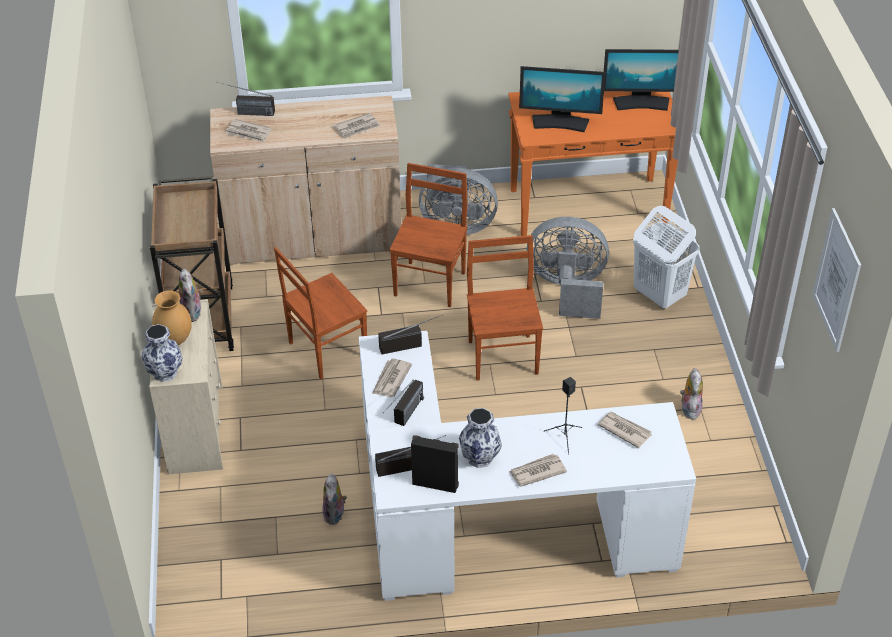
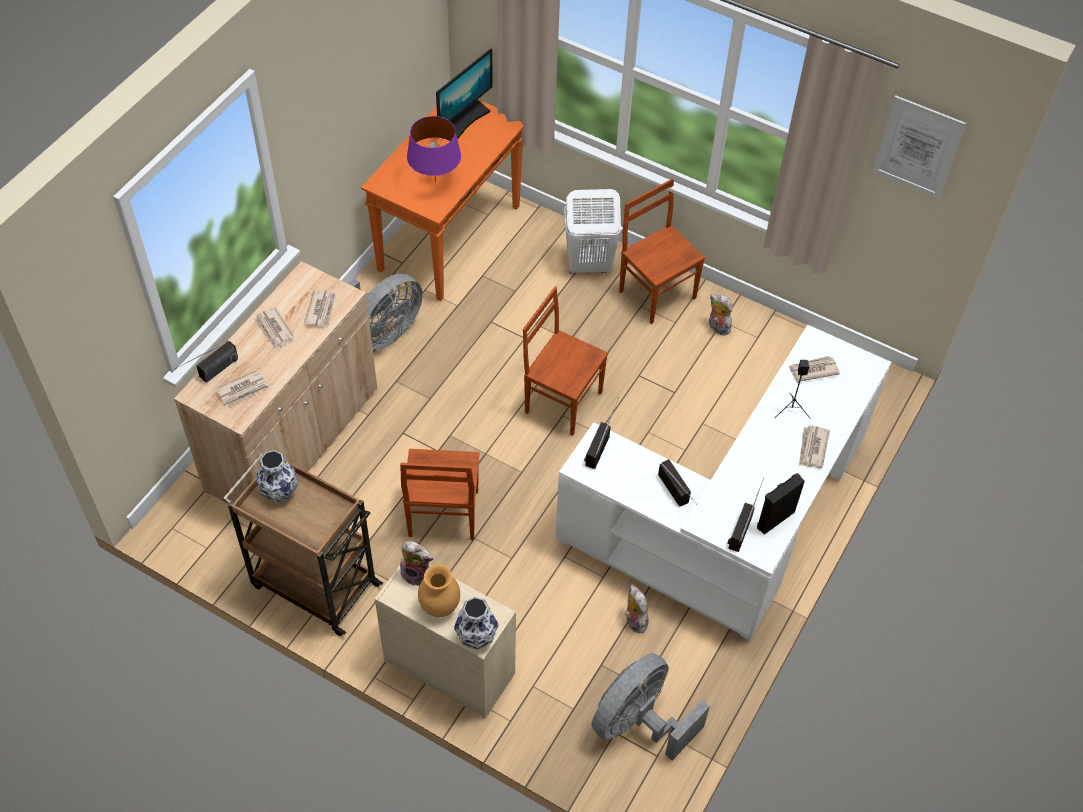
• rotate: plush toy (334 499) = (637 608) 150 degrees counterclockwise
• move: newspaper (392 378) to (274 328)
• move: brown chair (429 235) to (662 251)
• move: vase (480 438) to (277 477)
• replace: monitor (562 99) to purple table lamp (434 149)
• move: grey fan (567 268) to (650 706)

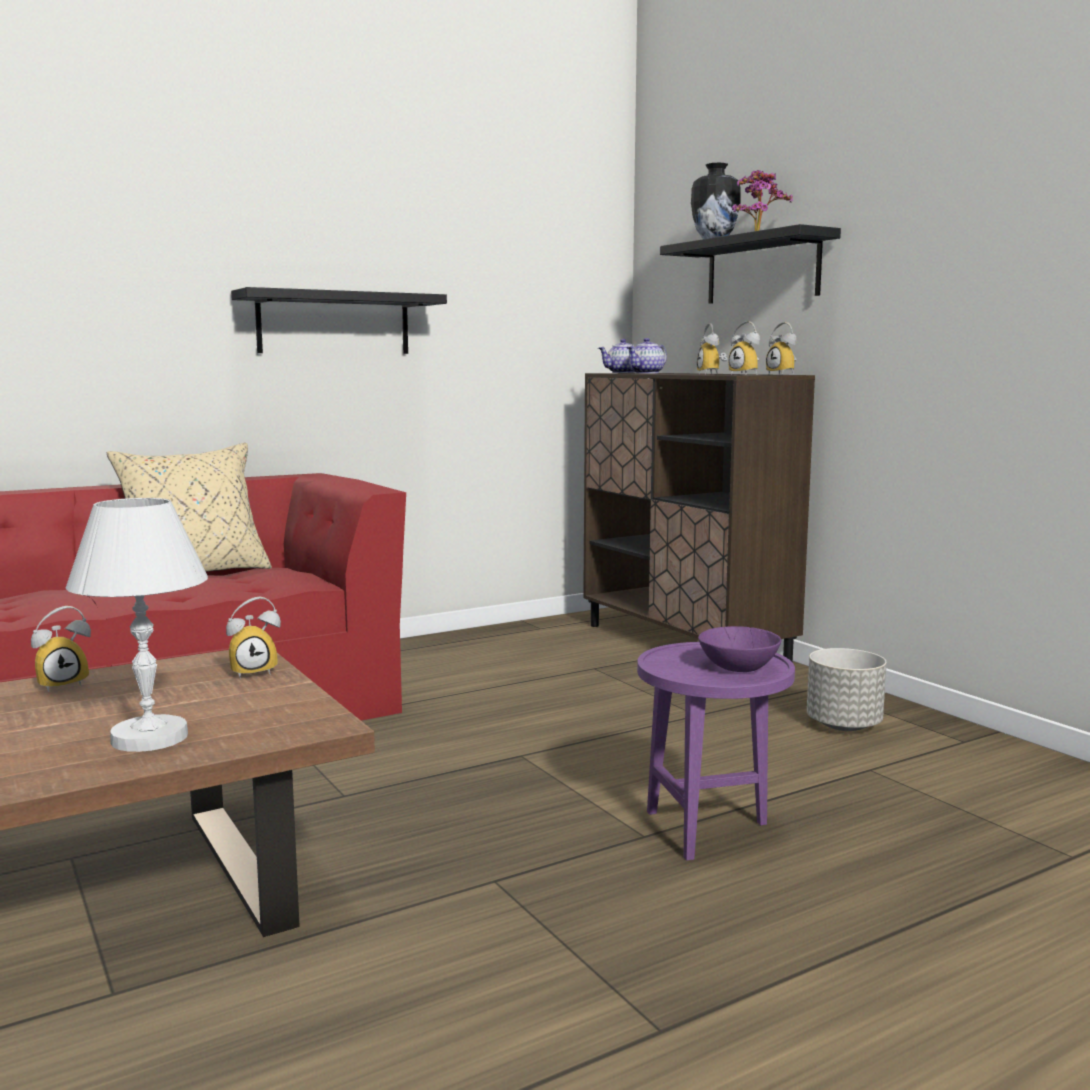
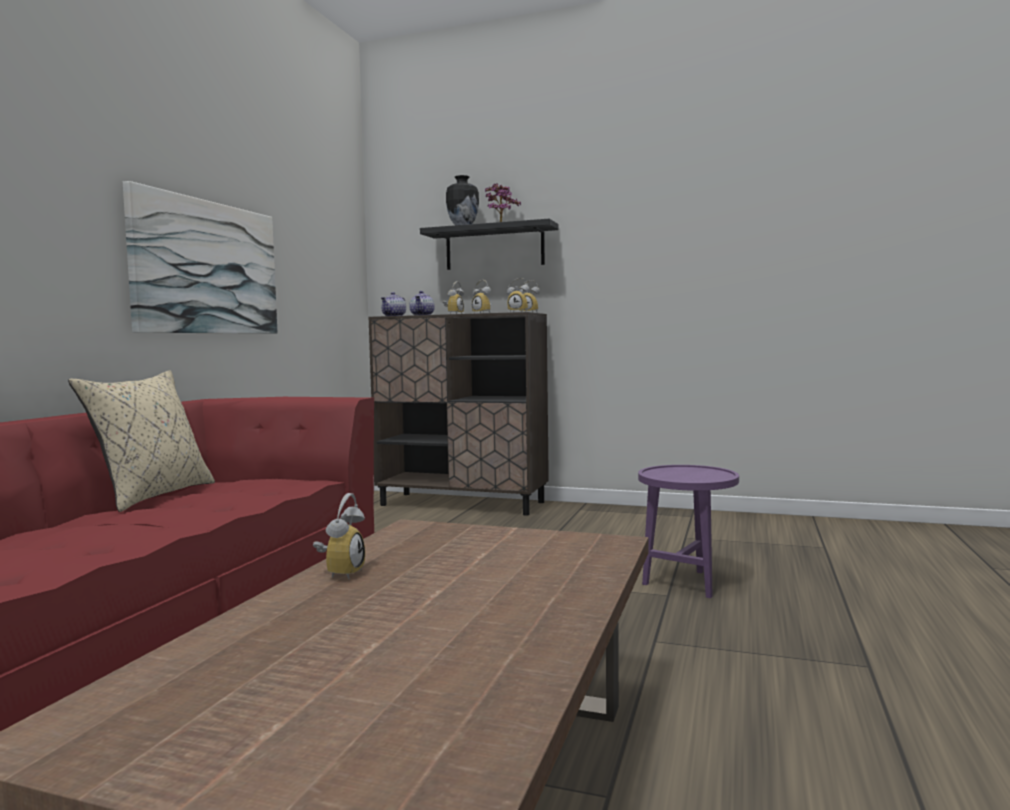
• delete: white table lamp (137 625)
• move: alarm clock (253 637) to (453 297)
• replace: black shelf (339 320) to picture (200 257)
• delete: purple bowl (739 649)
• delete: grey planter (847 689)

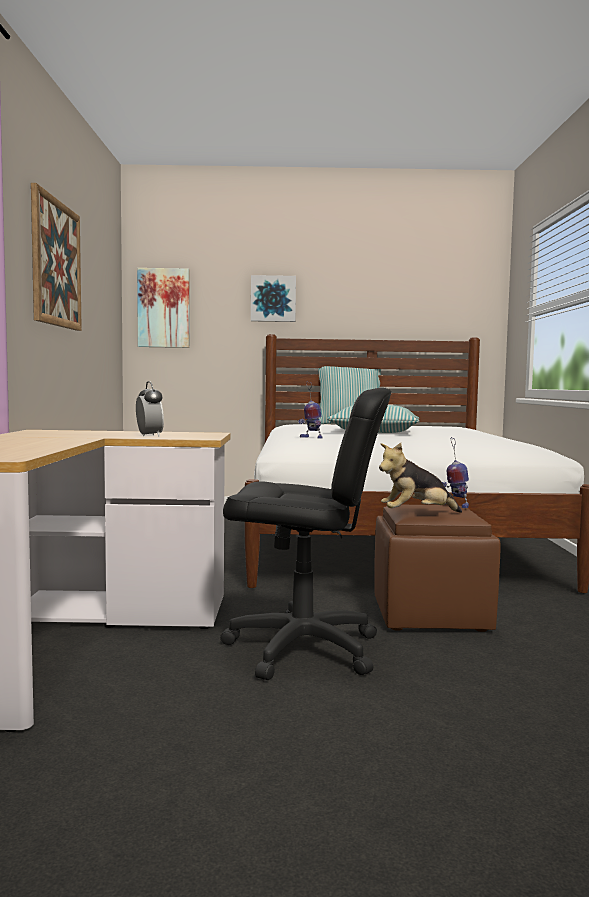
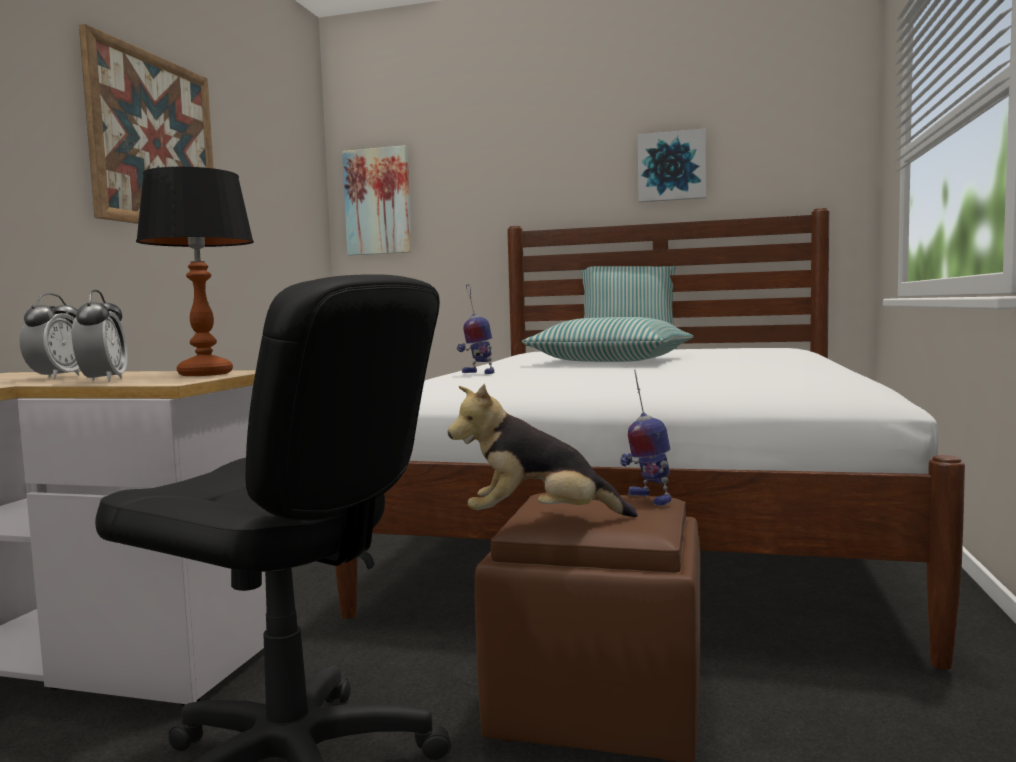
• move: picture (273 298) to (672 165)
• insert: alarm clock (49 336)
• insert: table lamp (195 271)

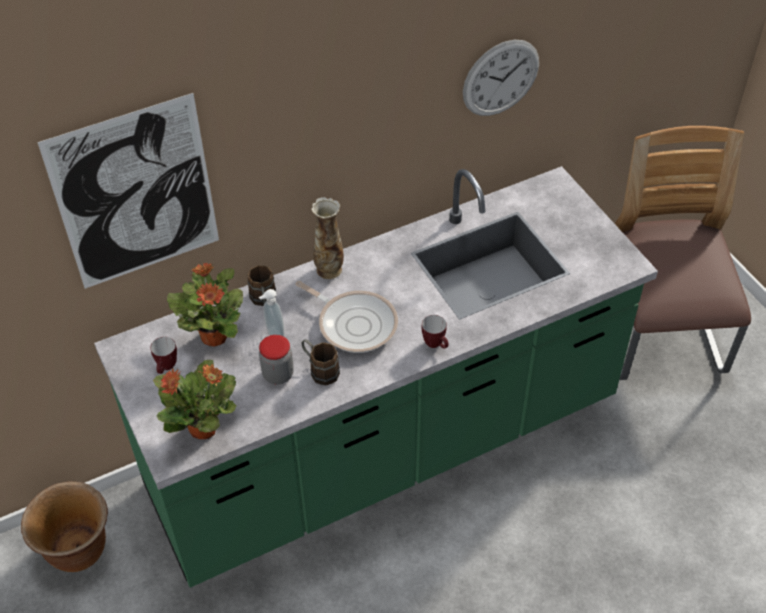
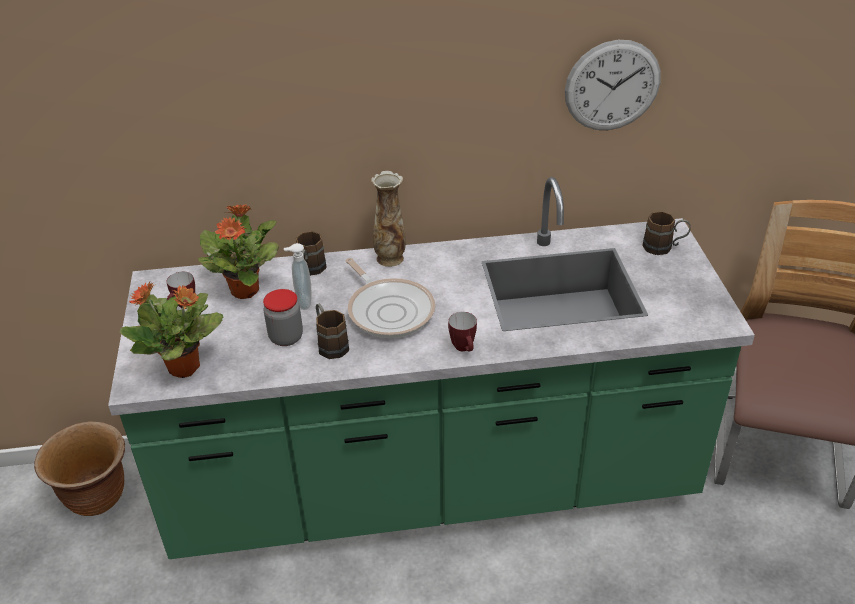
• delete: picture (128 191)
• insert: brown mug (666 233)

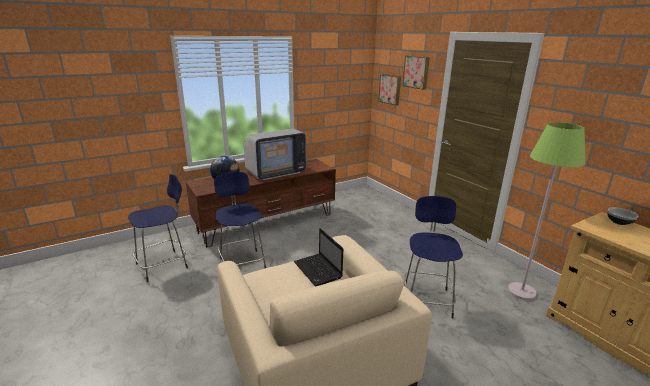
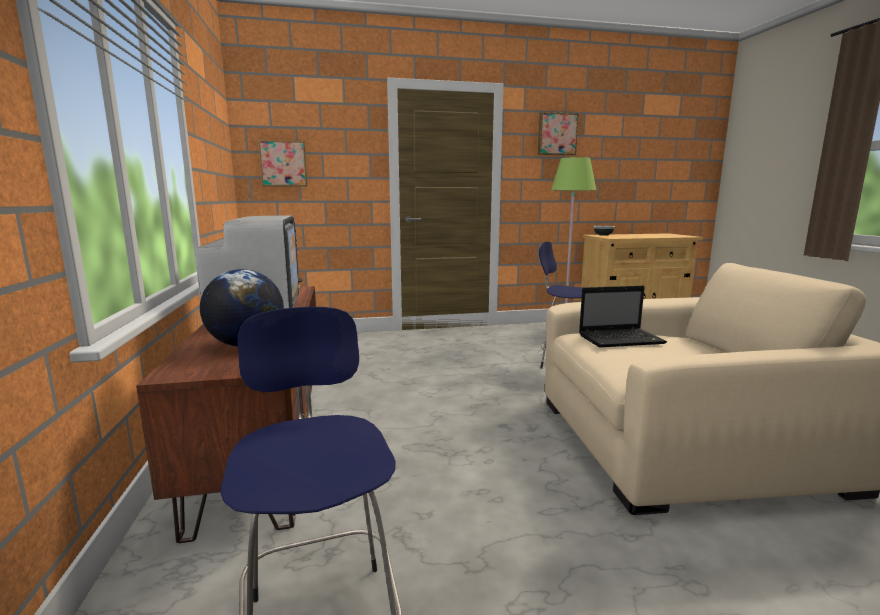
• delete: blue stool (240 220)
• move: picture (416 72) to (558 133)

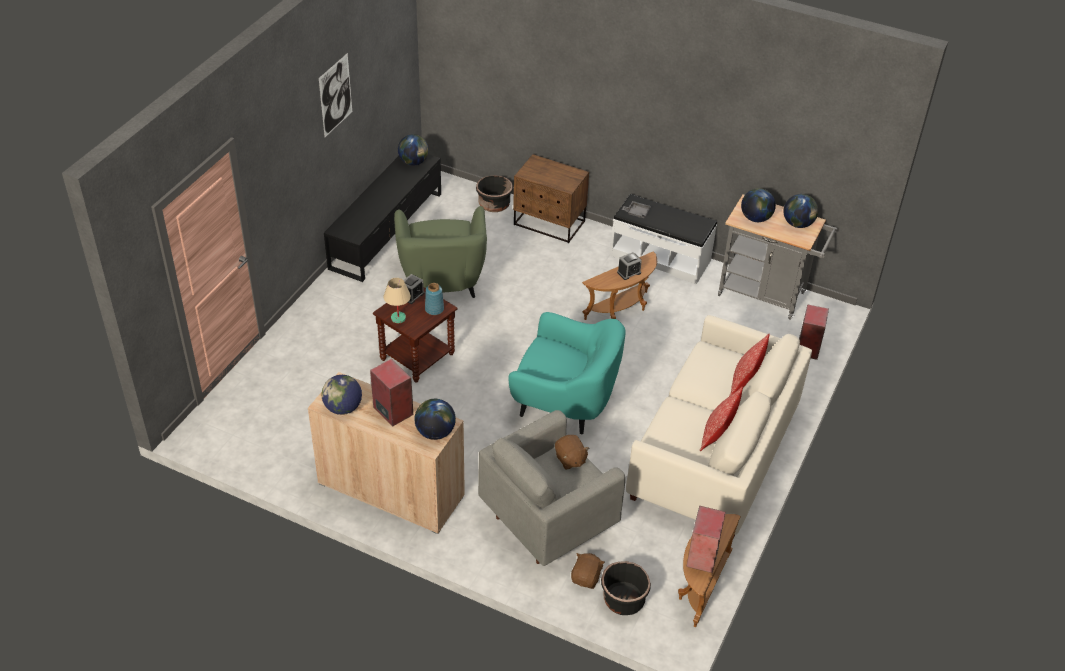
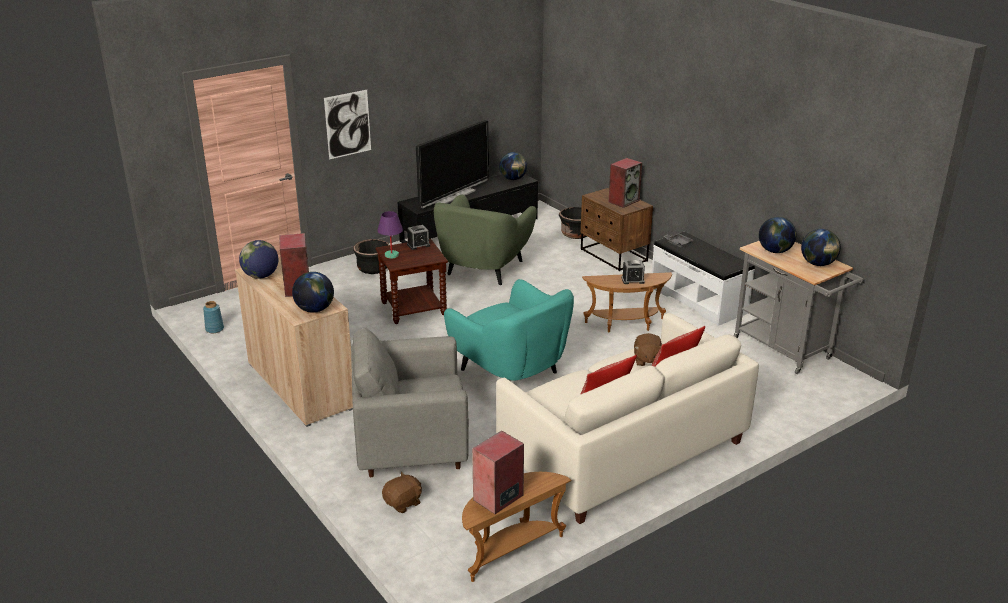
• move: picture (335 95) to (347 124)
• recolor: beige table lamp (397 300) to purple table lamp (390 235)
• move: blue vase (434 299) to (213 317)
• move: brown plush toy (572 452) to (648 349)
• move: black planter (626 588) to (371 256)
• move: speaker (814 332) to (625 183)
• insert: television (452 164)

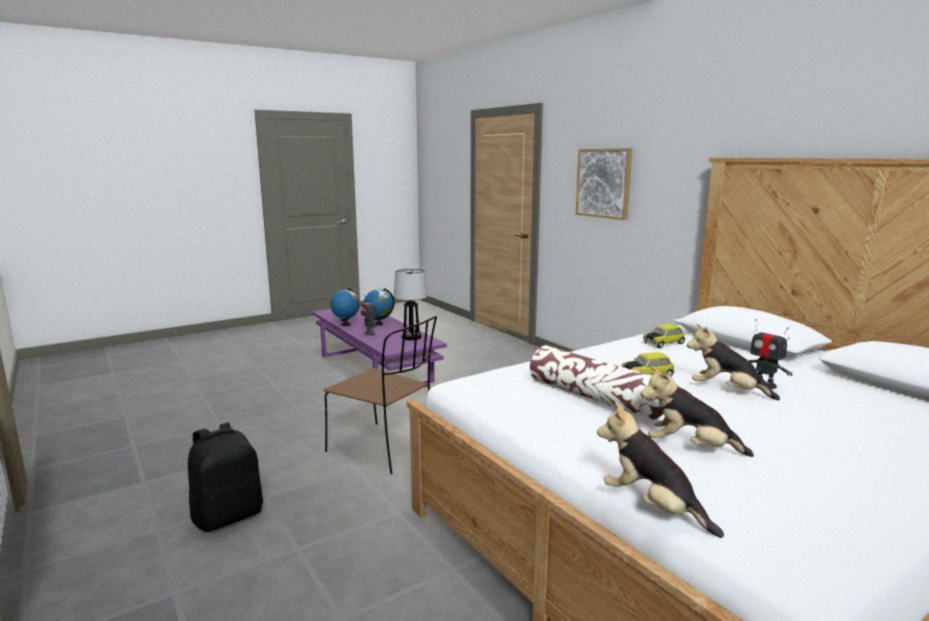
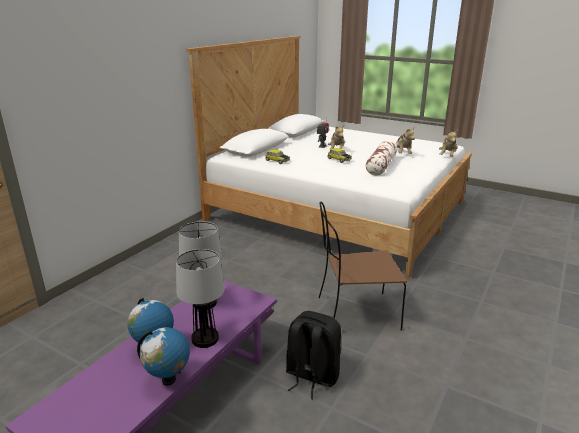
• move: black backpack (225 477) to (313 355)
• rotate: brown chair (380 395) = (363 266) 105 degrees counterclockwise
• replace: toy robot (369 315) to table lamp (200 298)
• delete: picture (604 184)

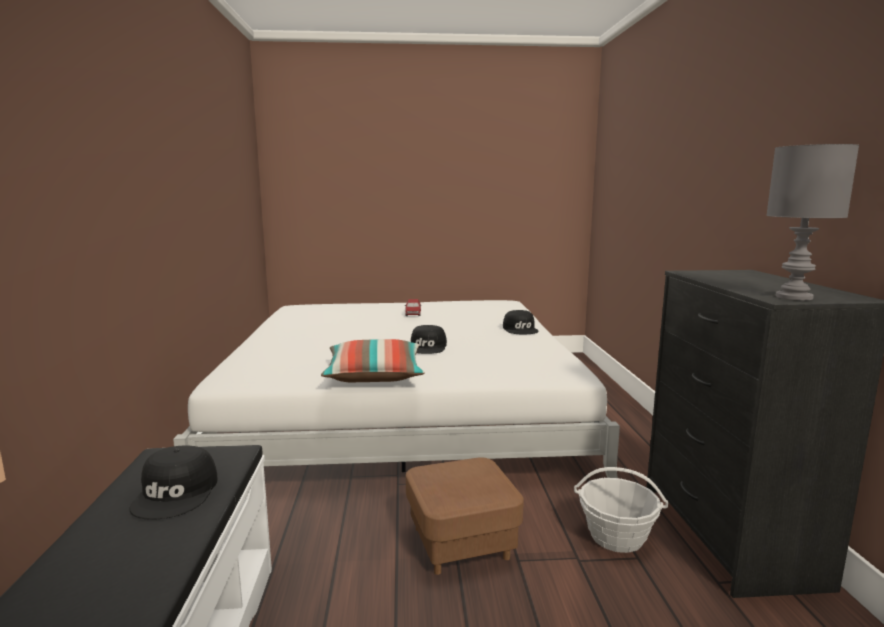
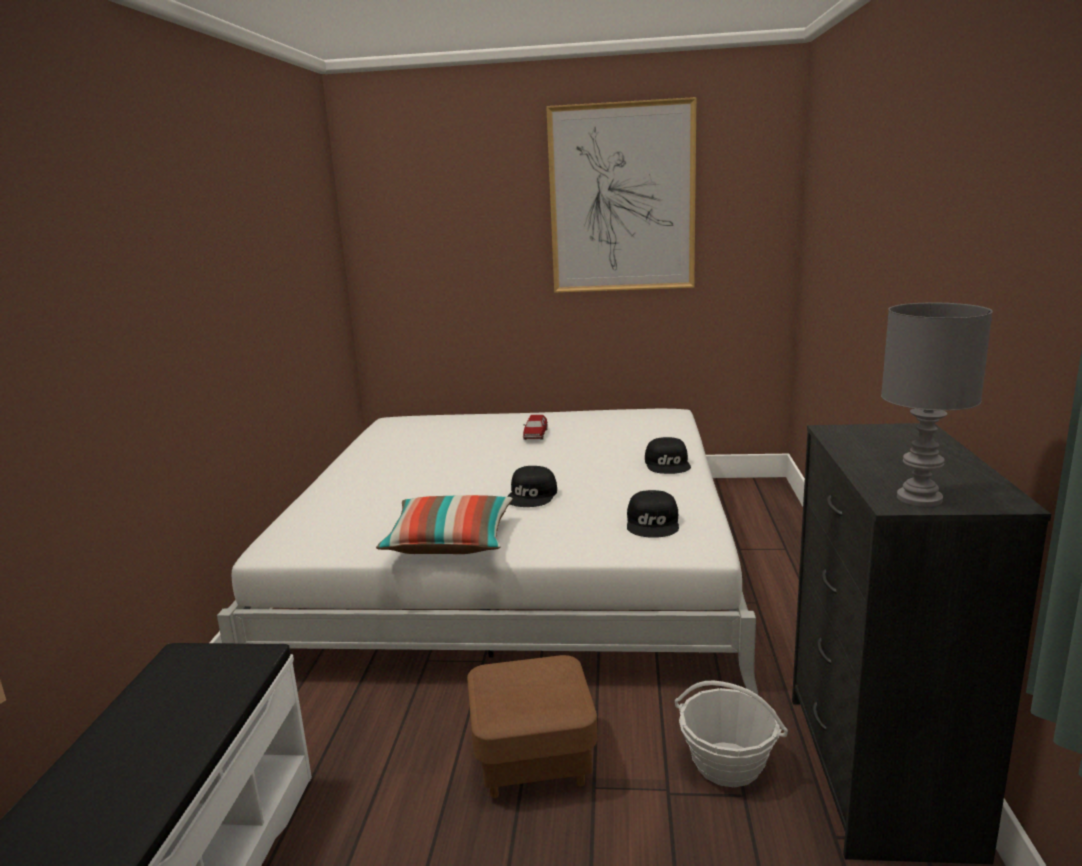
• move: black cap (173 482) to (653 514)
• insert: picture (621 195)

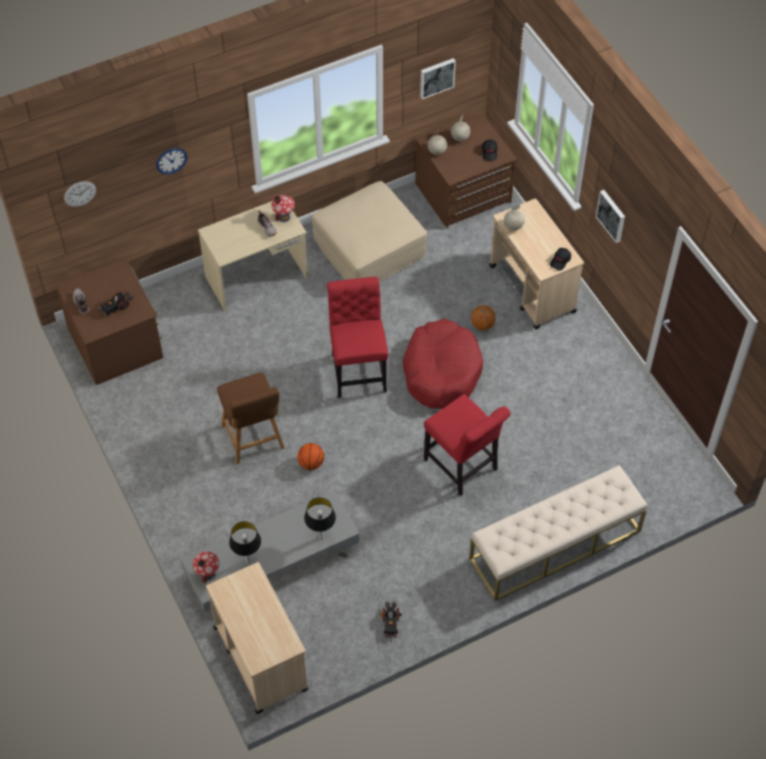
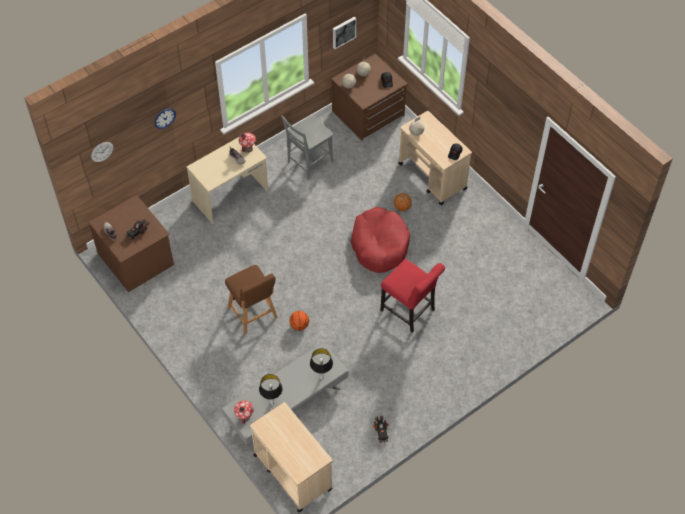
• replace: beige ottoman (369 231) to grey chair (307 147)
• delete: red chair (357 337)
• delete: beige bench (558 533)
• delete: picture (610 216)

